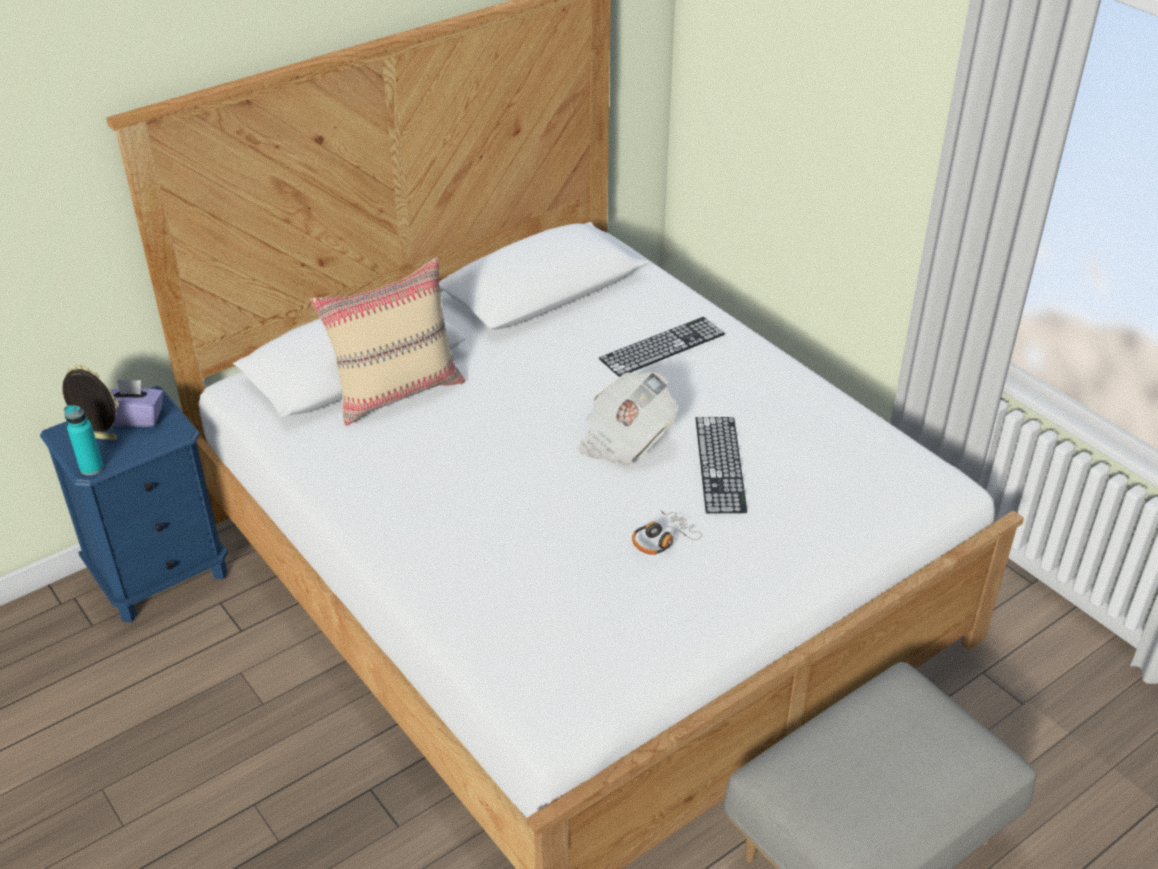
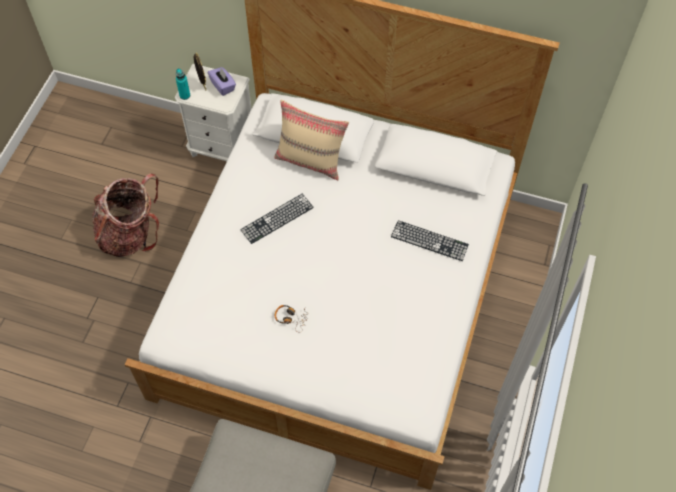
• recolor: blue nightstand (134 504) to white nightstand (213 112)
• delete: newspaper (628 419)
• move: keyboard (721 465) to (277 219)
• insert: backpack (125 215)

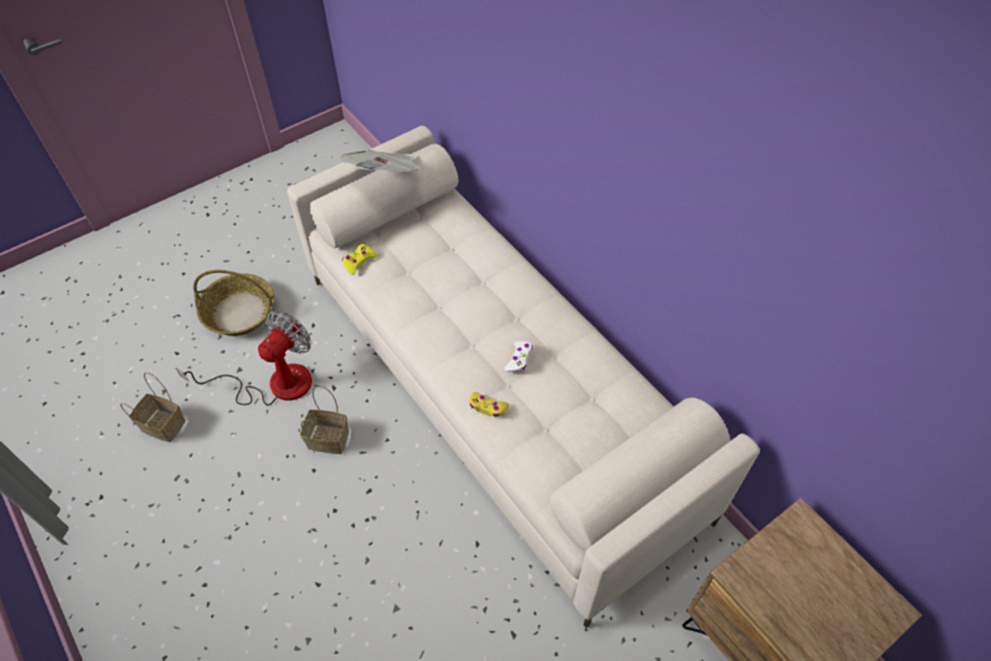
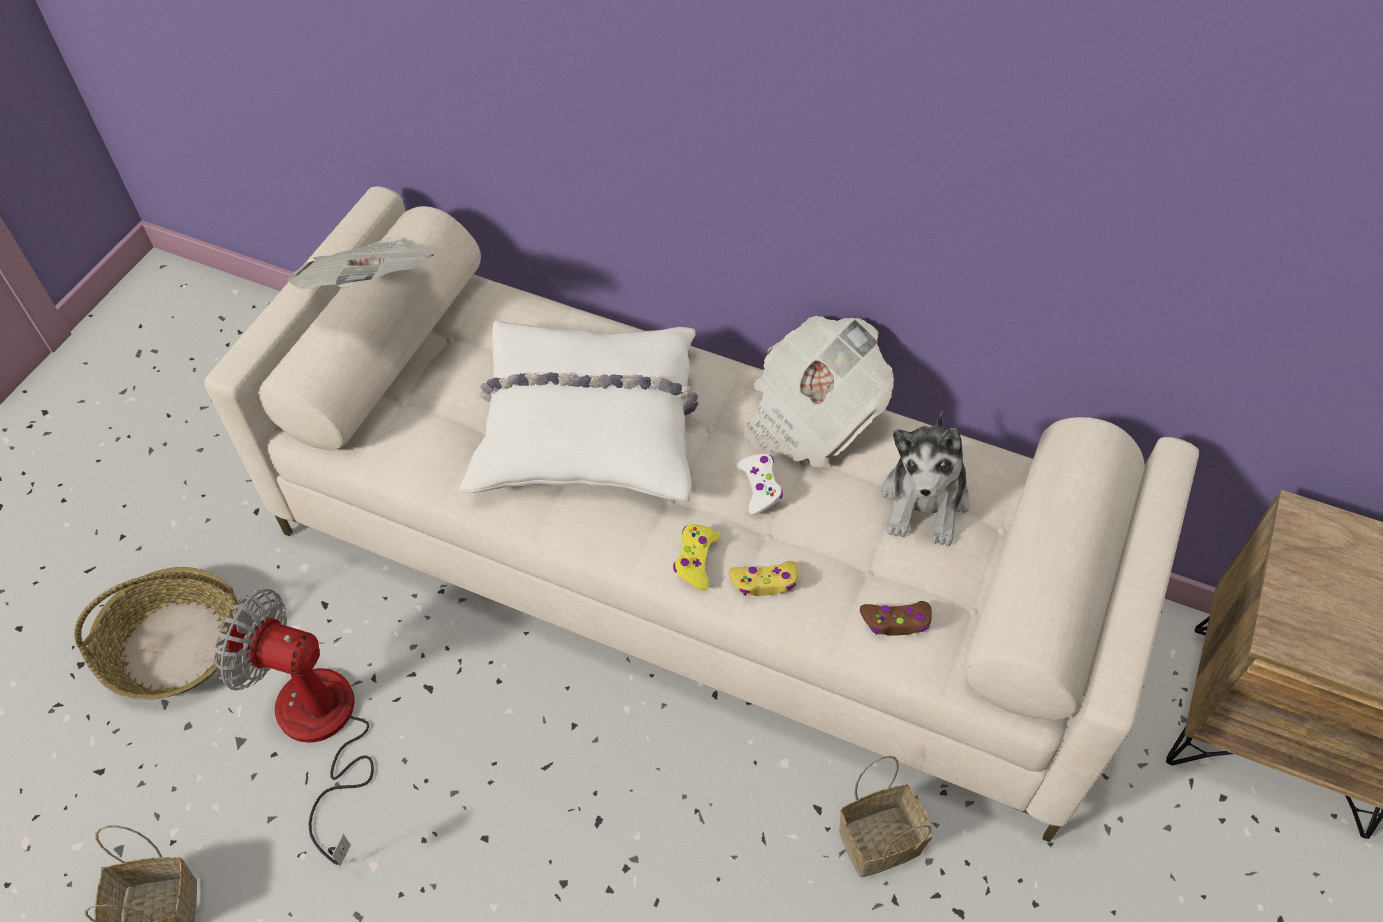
• rotate: fan (244 358) = (294 728) 75 degrees counterclockwise
• move: basket (324 420) to (886 816)
• move: yellow game controller (359 259) to (696 557)
• insert: white pillow (578 410)
• insert: newspaper (818 392)
• insert: brown game controller (896 618)
• insert: plush toy (925 479)

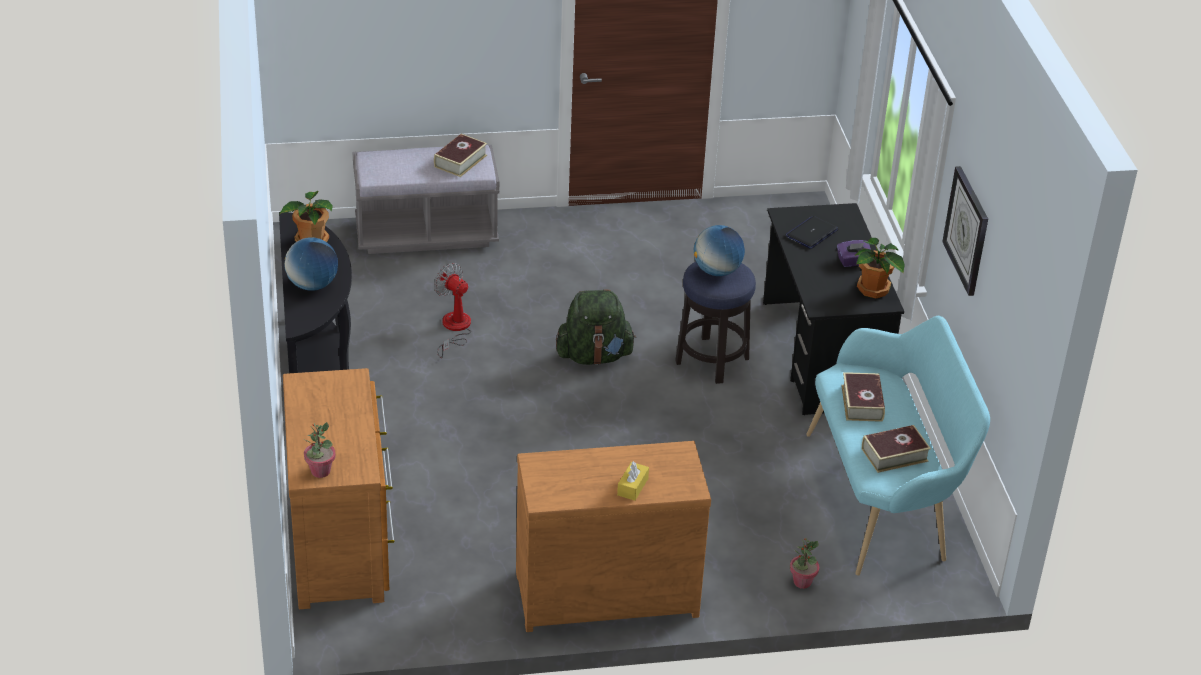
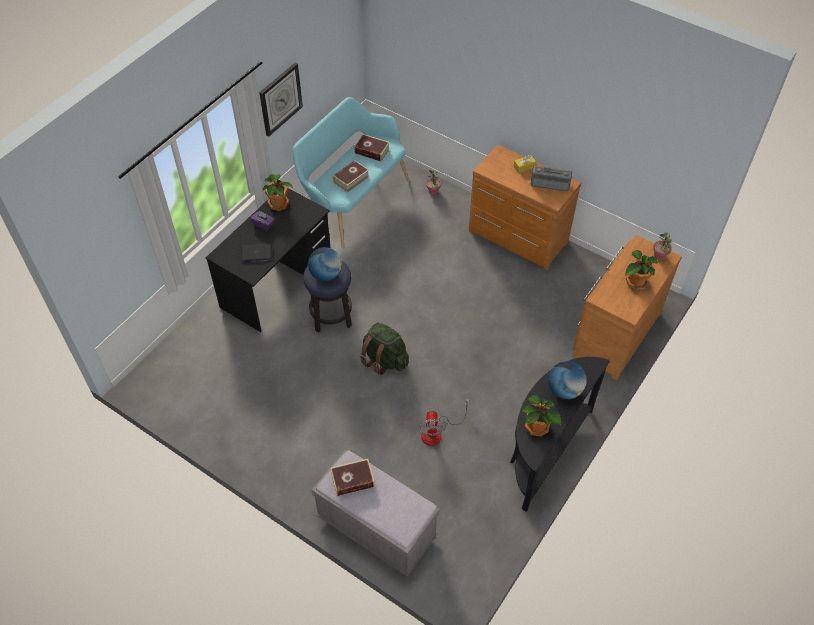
• insert: radio (552 178)
• insert: potted plant (641 270)

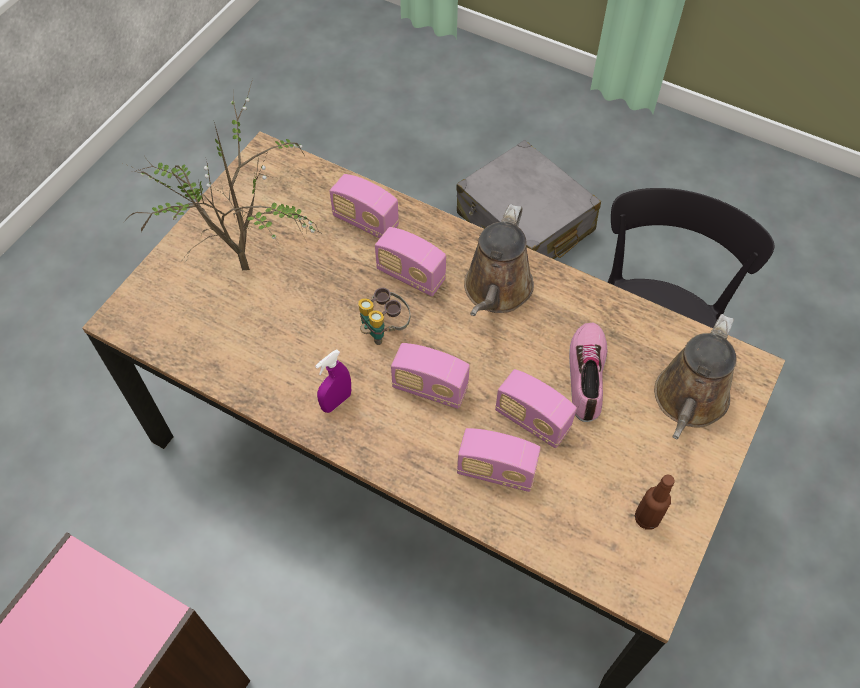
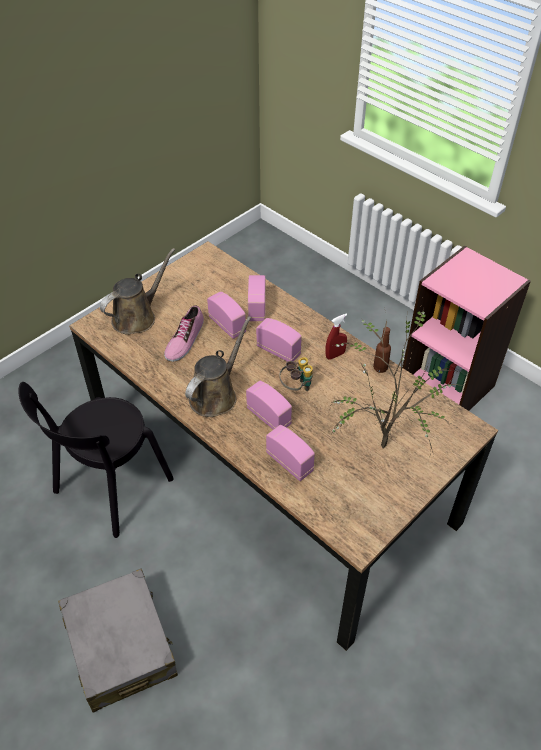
• recolor: purple spray bottle (333 381) to red spray bottle (336 337)
• rotate: radio (499 460) = (256 298) 120 degrees counterclockwise
• move: brown bottle (655 502) to (382 350)

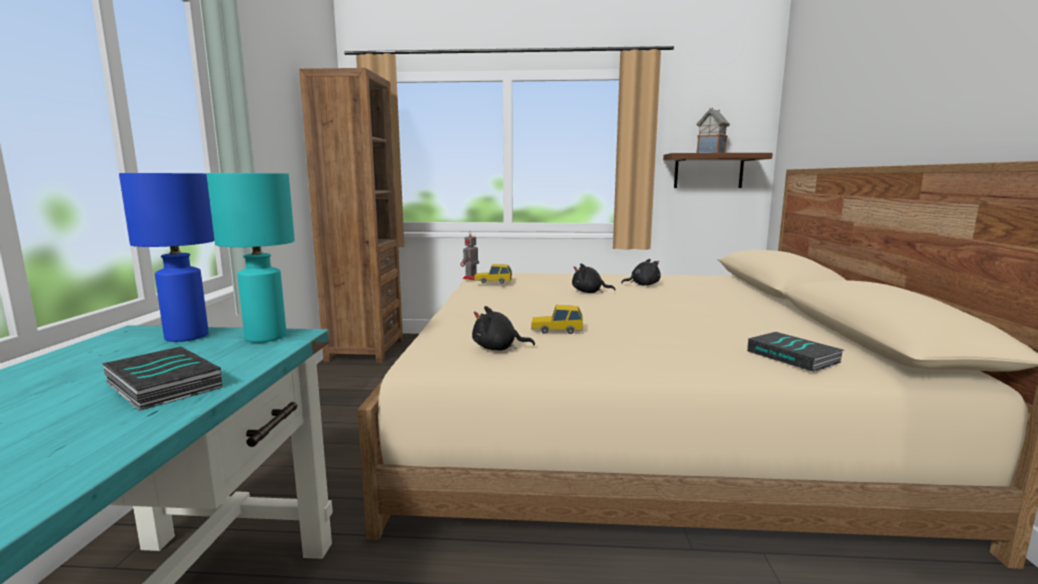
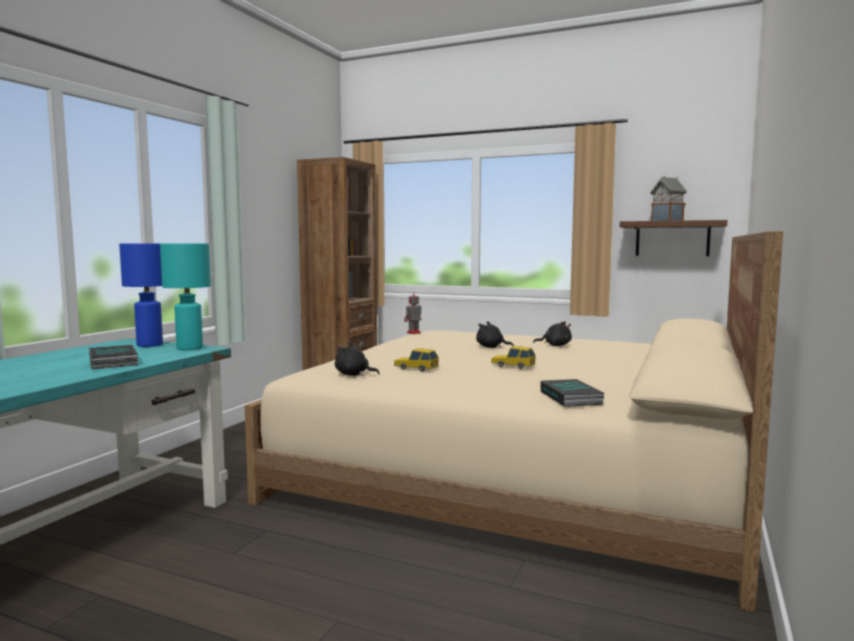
• move: toy car (493 274) to (513 357)

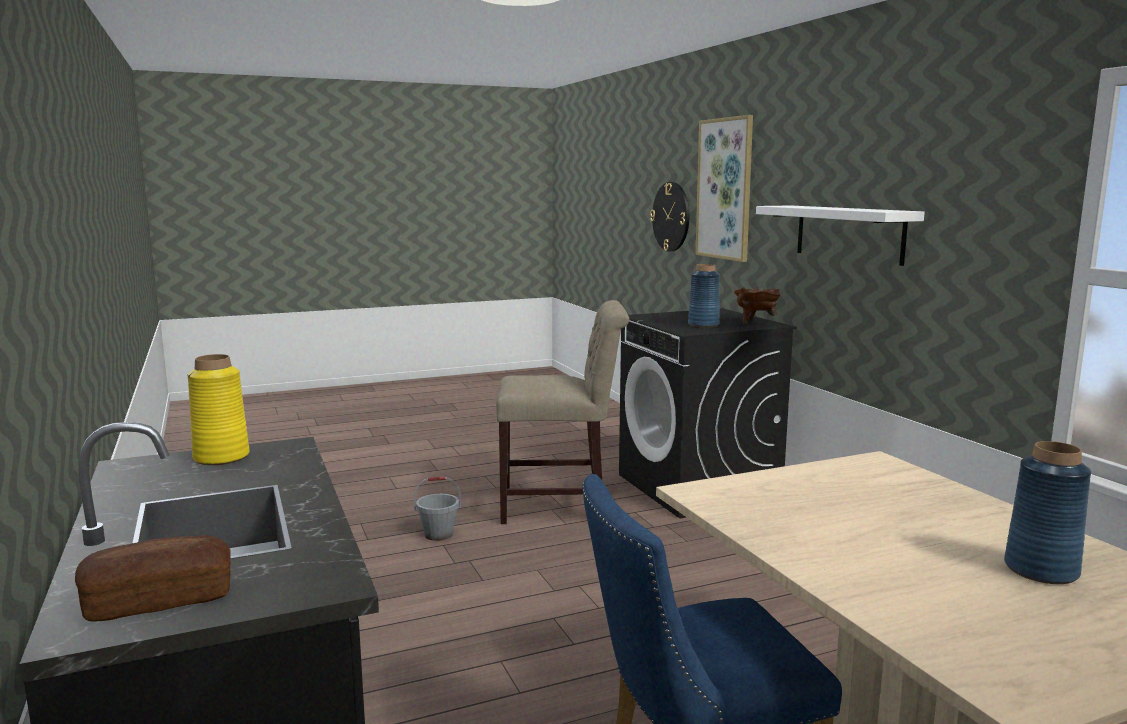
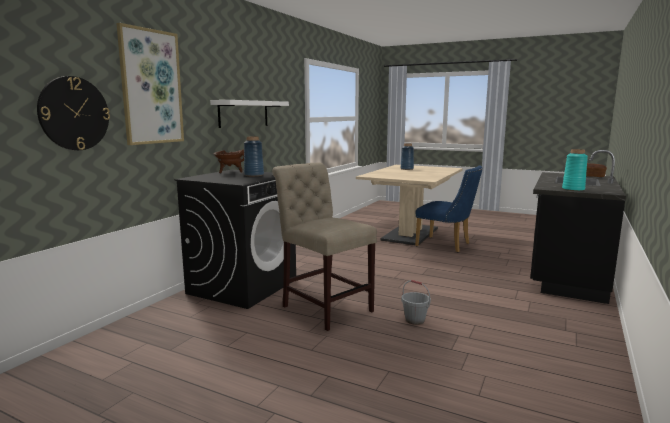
• recolor: yellow vase (218 409) to turquoise vase (575 170)

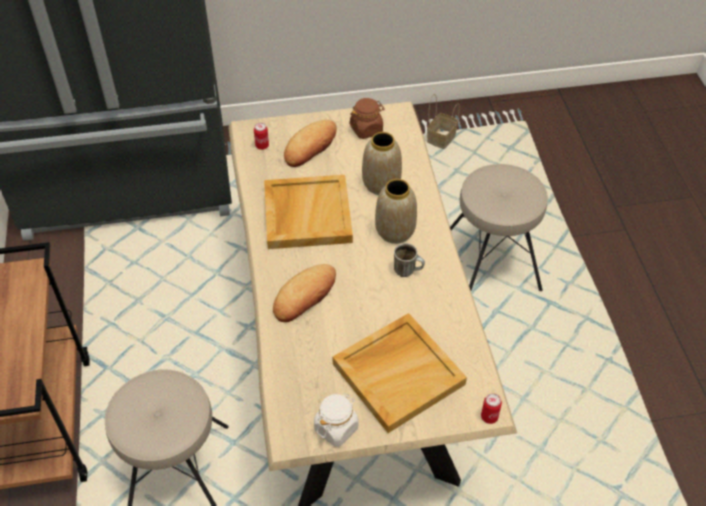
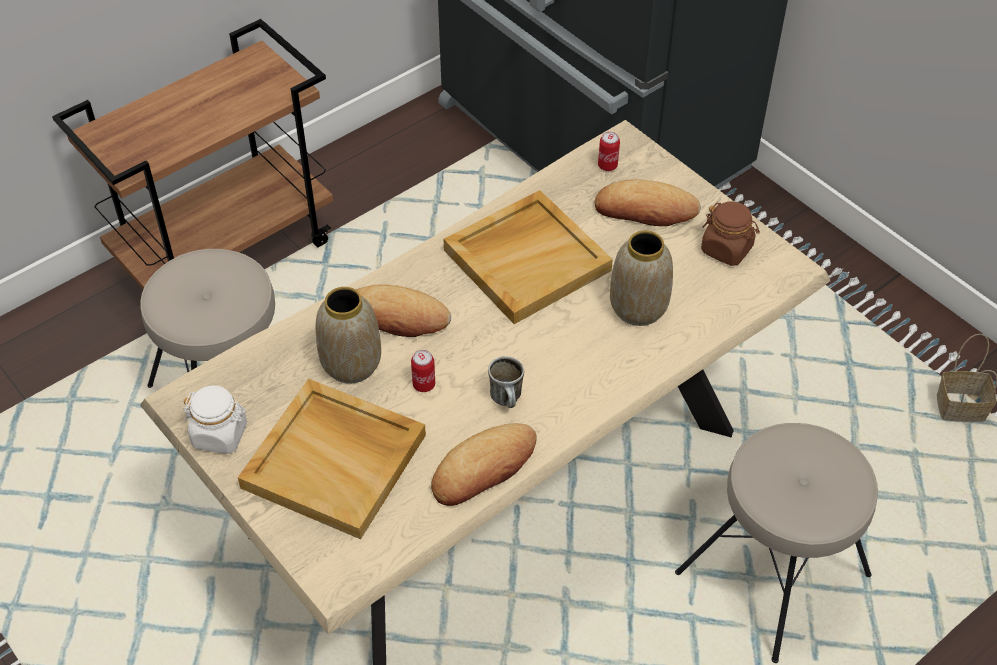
• move: vase (396 211) to (348 335)
• move: can (491 408) to (423 371)
• insert: bread (484 464)

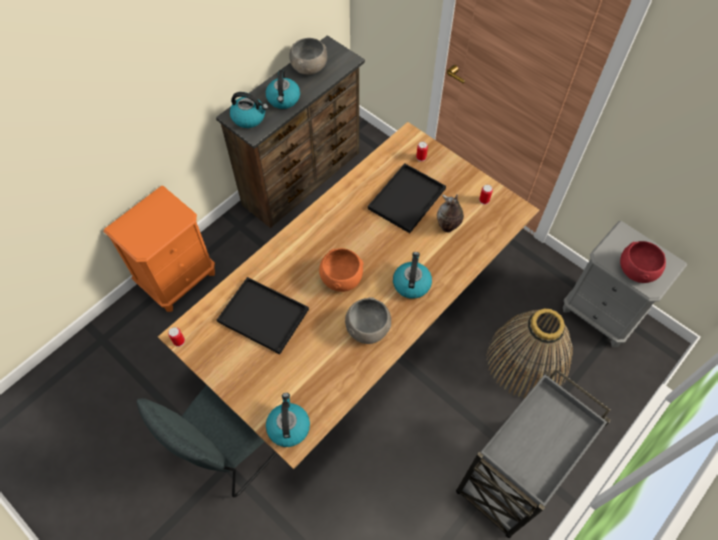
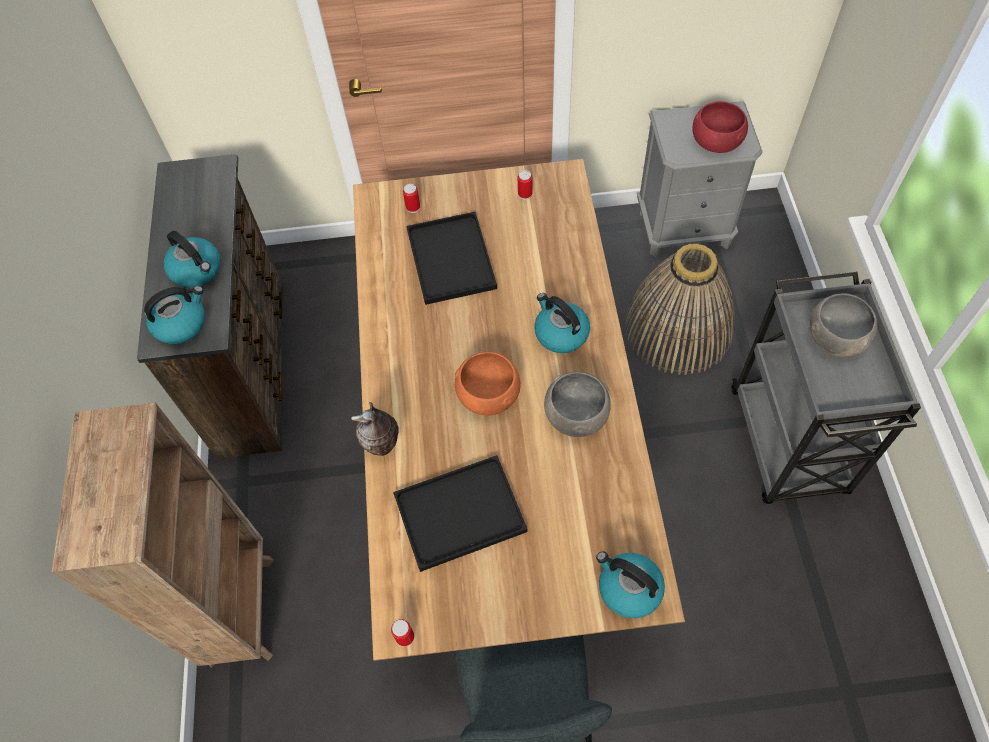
• replace: orange nightstand (159 249) to brown bookcase (163 535)
• move: grey bowl (308 56) to (844 325)
• move: vase (450 213) to (374 429)

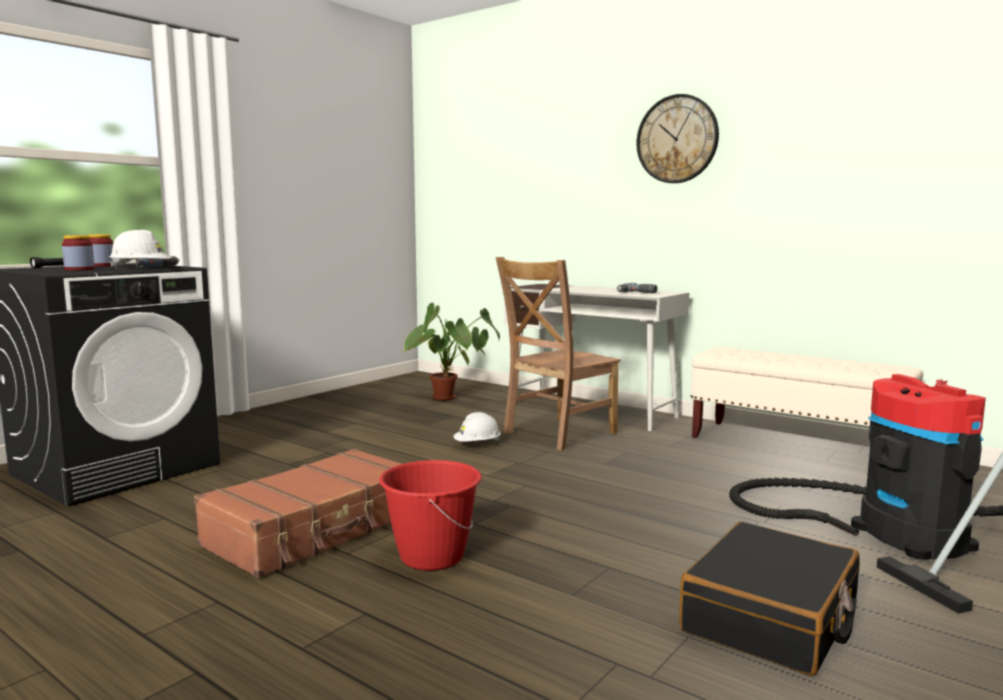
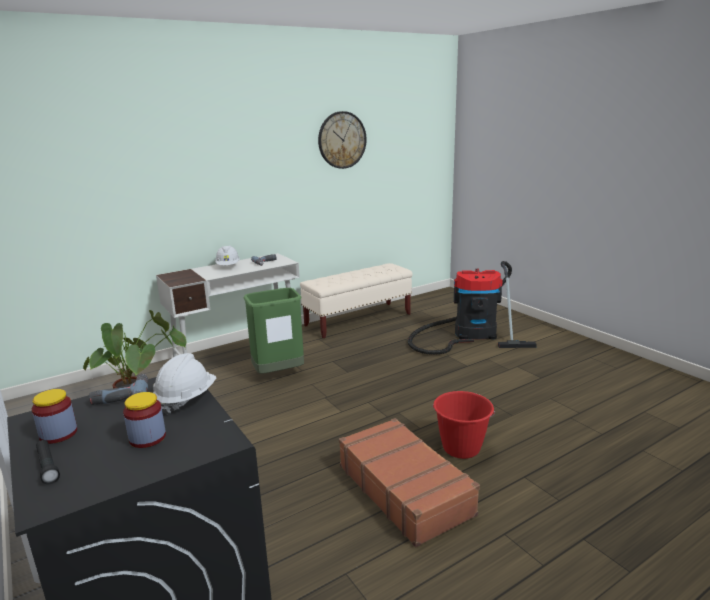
• move: white hard hat (477 427) to (227 255)
• replace: brown chair (558 354) to green trash can (274 330)
• move: wall clock (677 138) to (342 140)
• delete: black suitcase (769 599)

